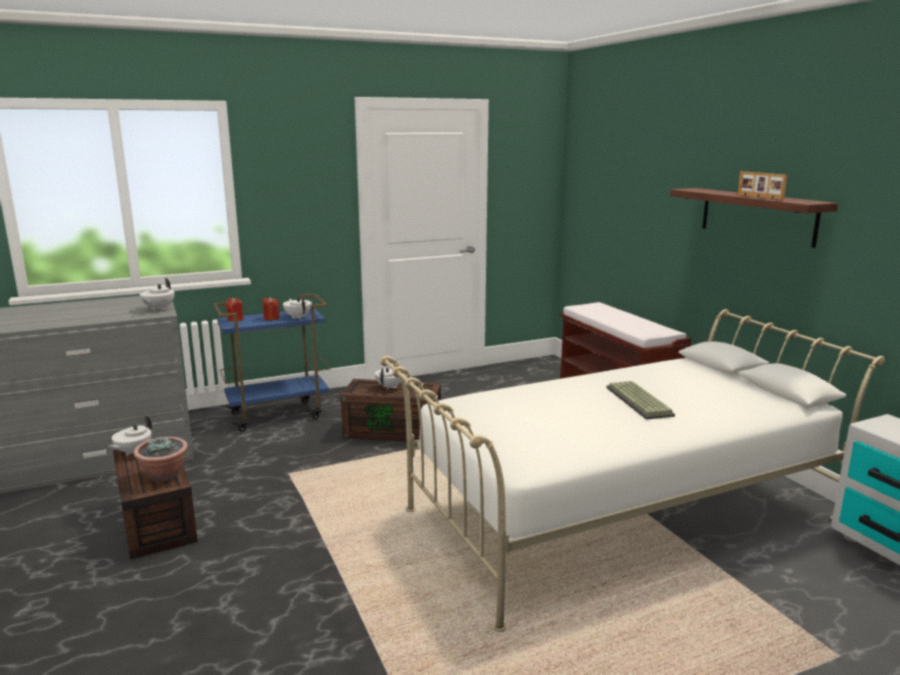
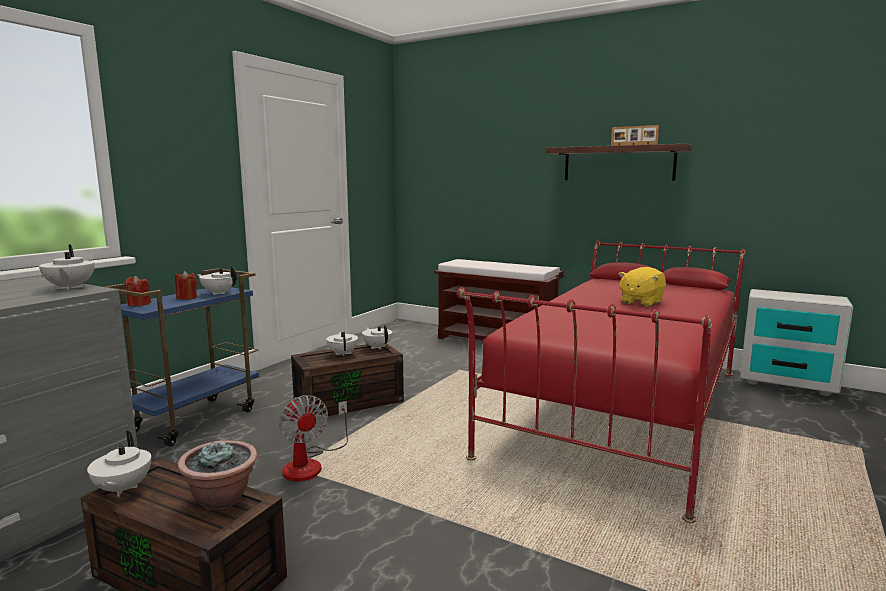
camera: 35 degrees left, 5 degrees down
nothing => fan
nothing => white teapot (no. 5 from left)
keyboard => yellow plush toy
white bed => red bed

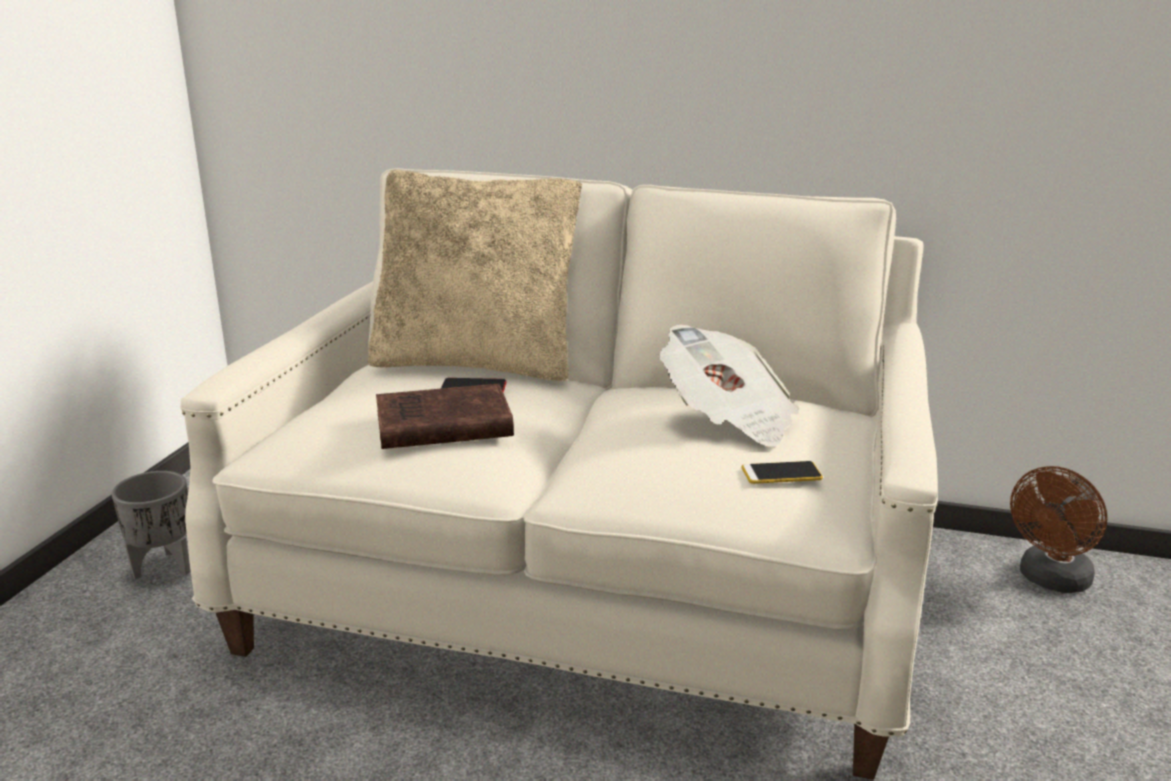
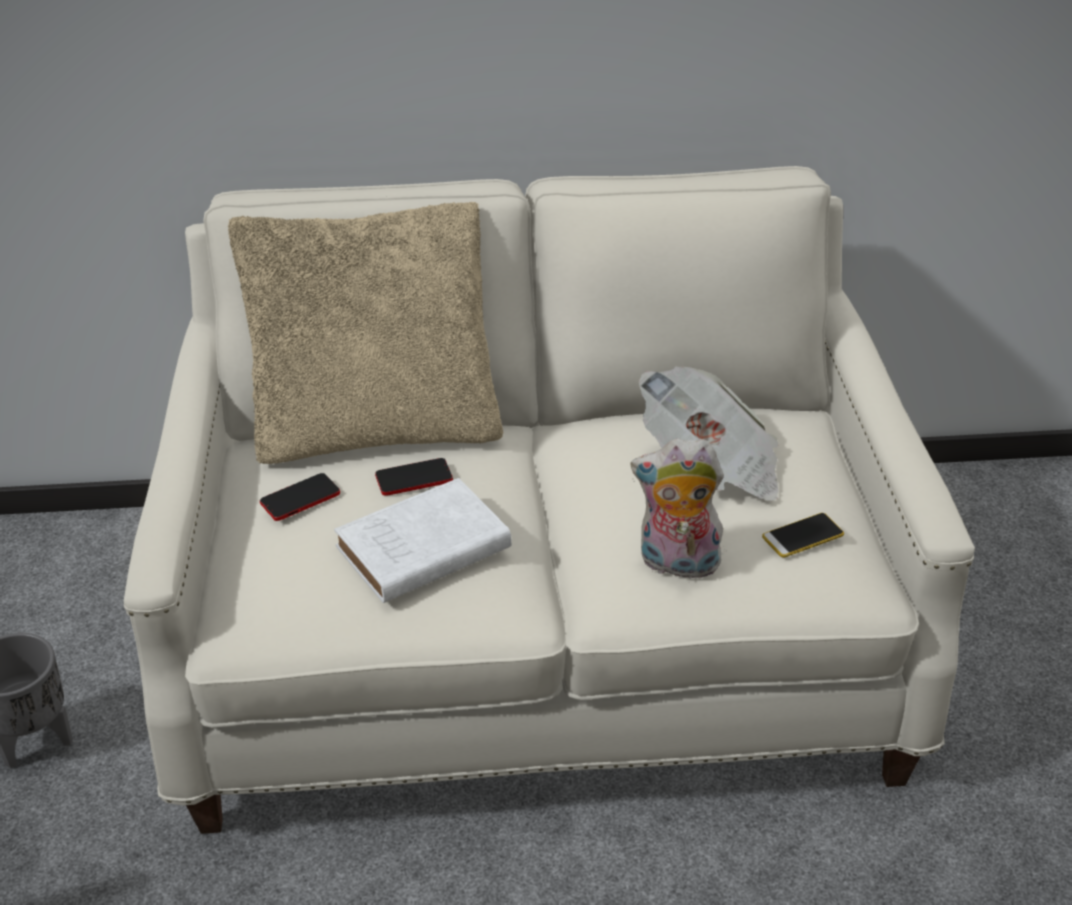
camera: 20 degrees left, 15 degrees up
brown fan => nothing
nothing => phone (no. 1 from left)
nothing => plush toy
brown book => white book

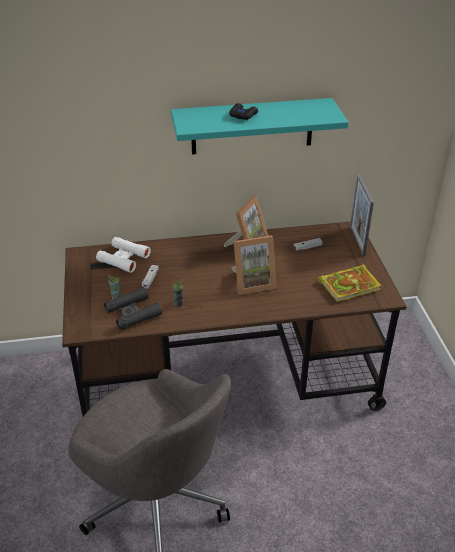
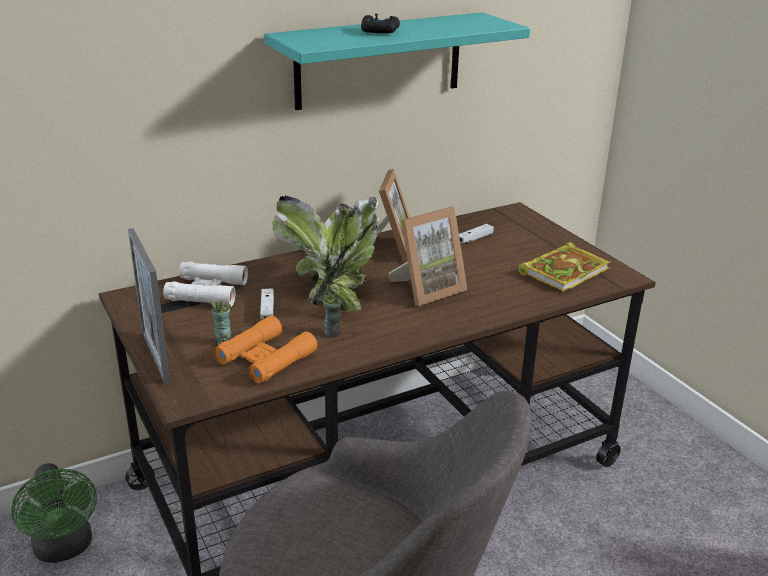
camera: 20 degrees left, 10 degrees down
nothing => green fan
nothing => potted plant
picture frame (no. 3 from left in the first image) => picture frame (no. 1 from left), shifted
black binoculars => orange binoculars

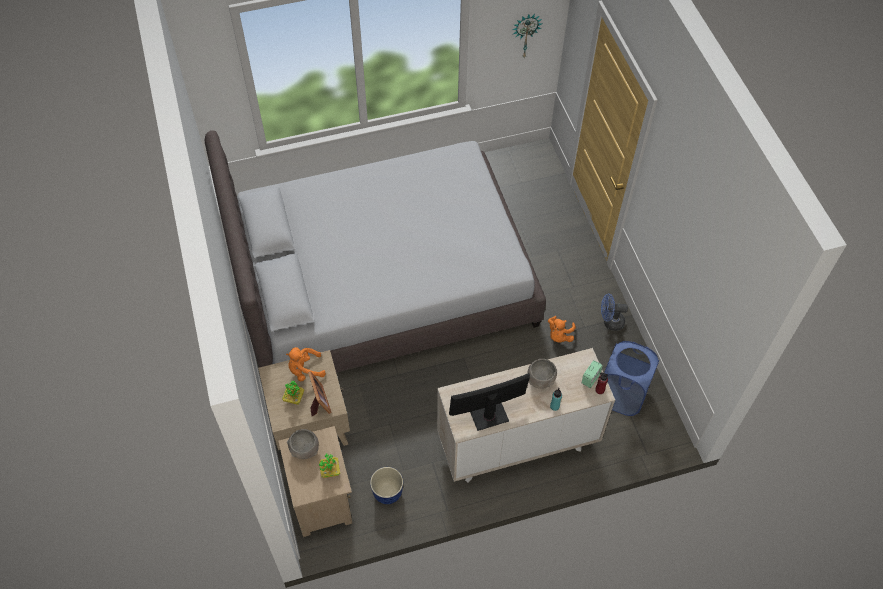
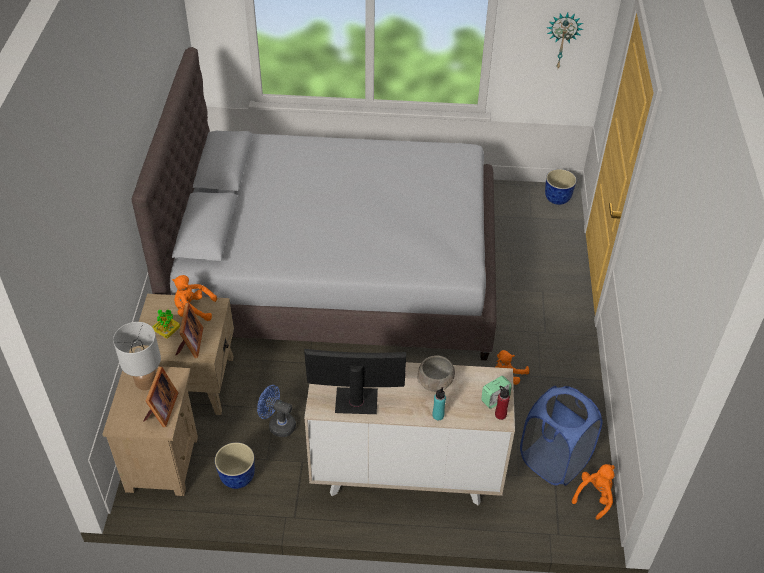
camera: 20 degrees right, 10 degrees down
nothing => planter (no. 2 from left)
nothing => orange plush toy (no. 3 from left)
blue fan, shifted
grey bowl (no. 1 from left) => grey table lamp
potted plant (no. 2 from left) => picture frame (no. 1 from left)

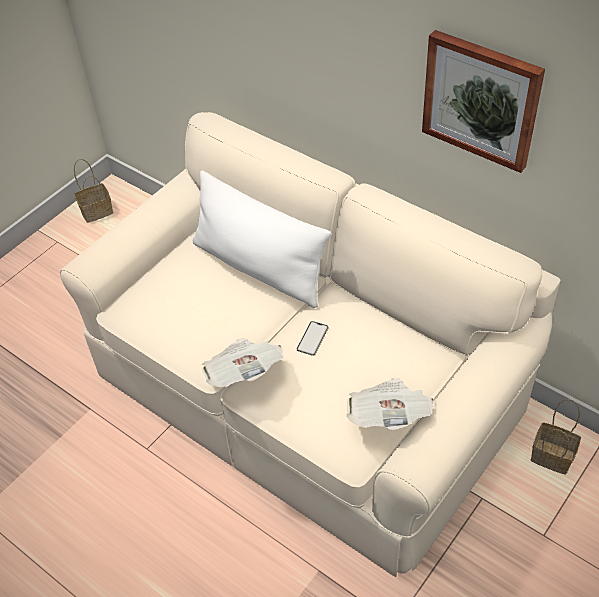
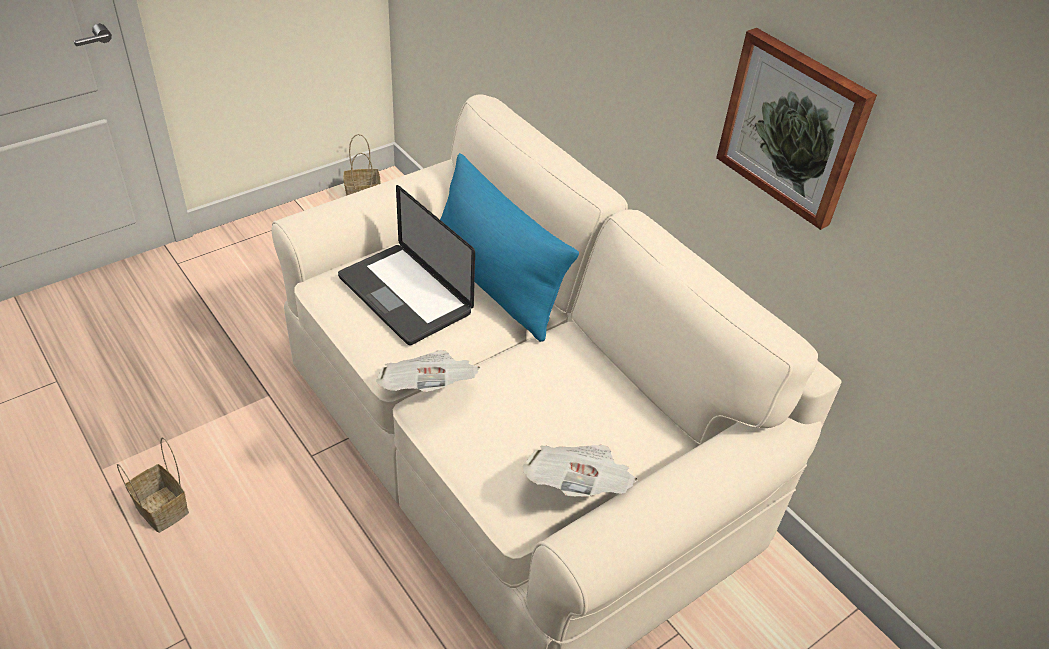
camera: 10 degrees right, 5 degrees down
phone => nothing
nothing => laptop
basket (no. 2 from left in the first image) => basket (no. 1 from left), shifted
white pillow => blue pillow

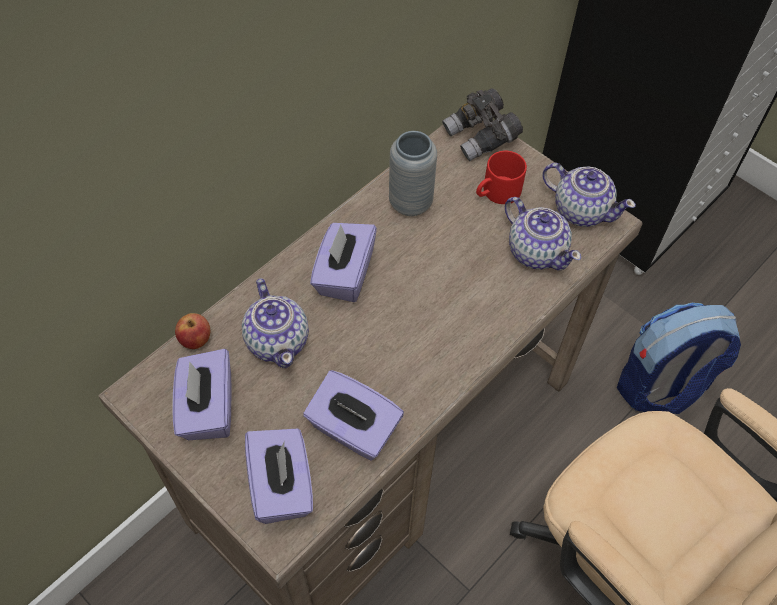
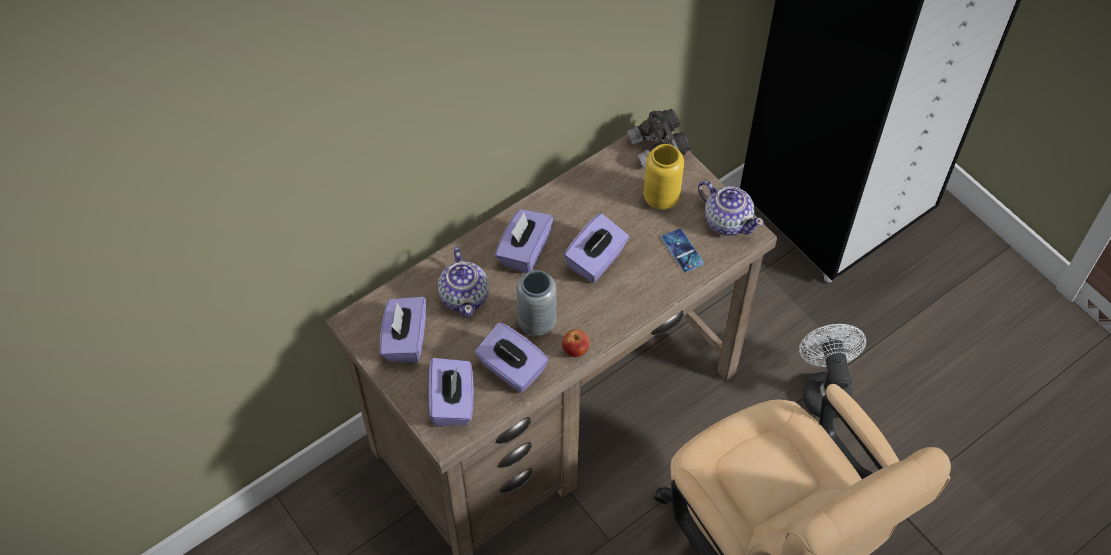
camera: 10 degrees right, 0 degrees up
nothing => purple tissue box (no. 5 from left)
apple, shifted
grey vase, shifted
red mug => yellow vase
teapot (no. 2 from left) => phone
backpack => white fan

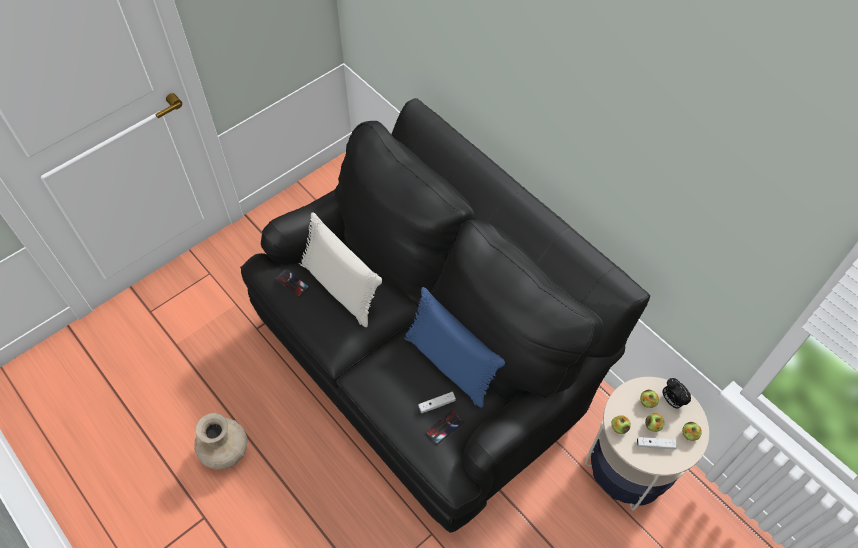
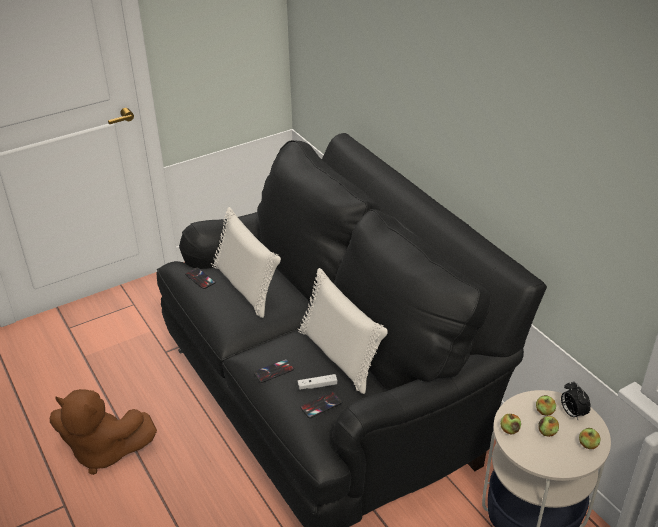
camera: 10 degrees right, 20 degrees down
white game controller (no. 2 from left) => nothing
nothing => phone (no. 2 from left)
beige vase => brown plush toy
blue pillow => white pillow (no. 2 from left)

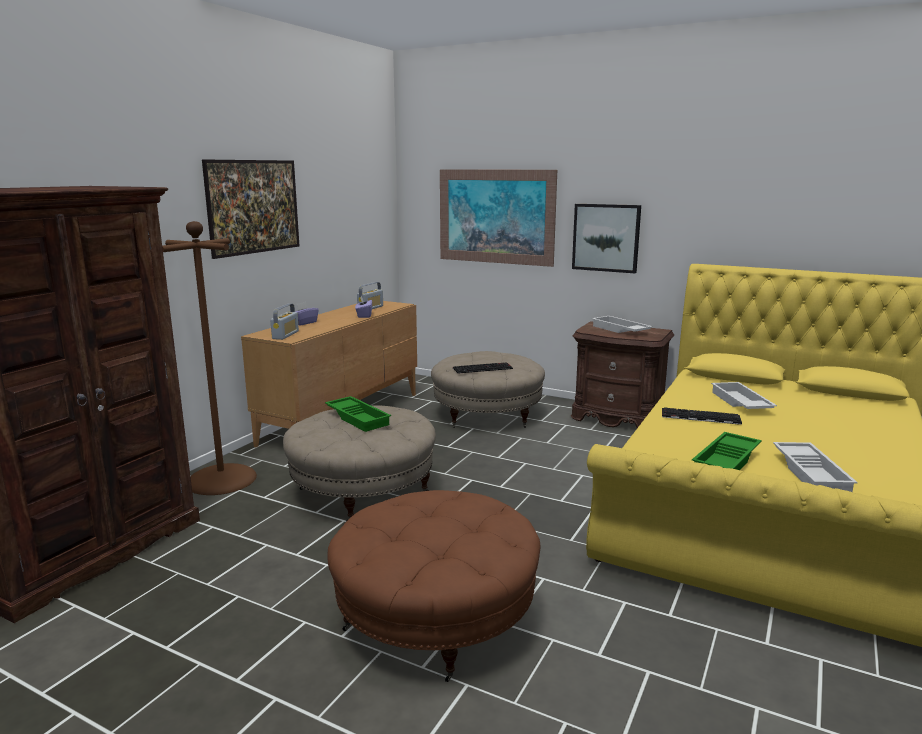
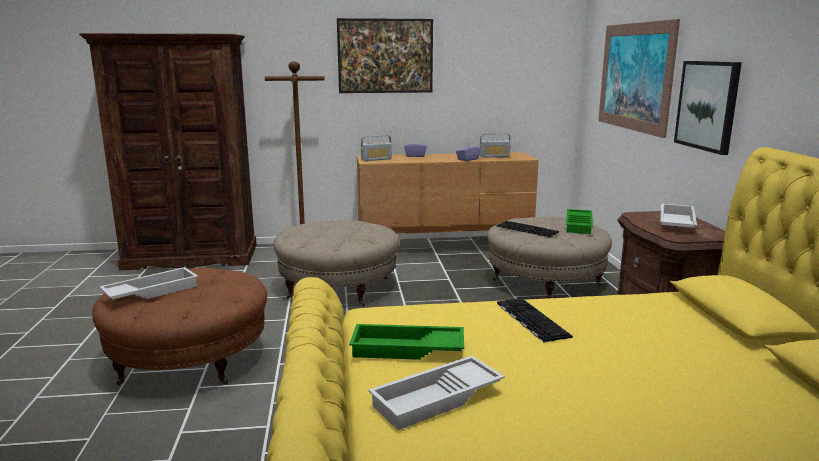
camera: 55 degrees right, 0 degrees up
green tray (no. 1 from left in the first image) => green tray (no. 2 from left), shifted
white tray (no. 2 from left in the first image) => white tray (no. 1 from left), shifted

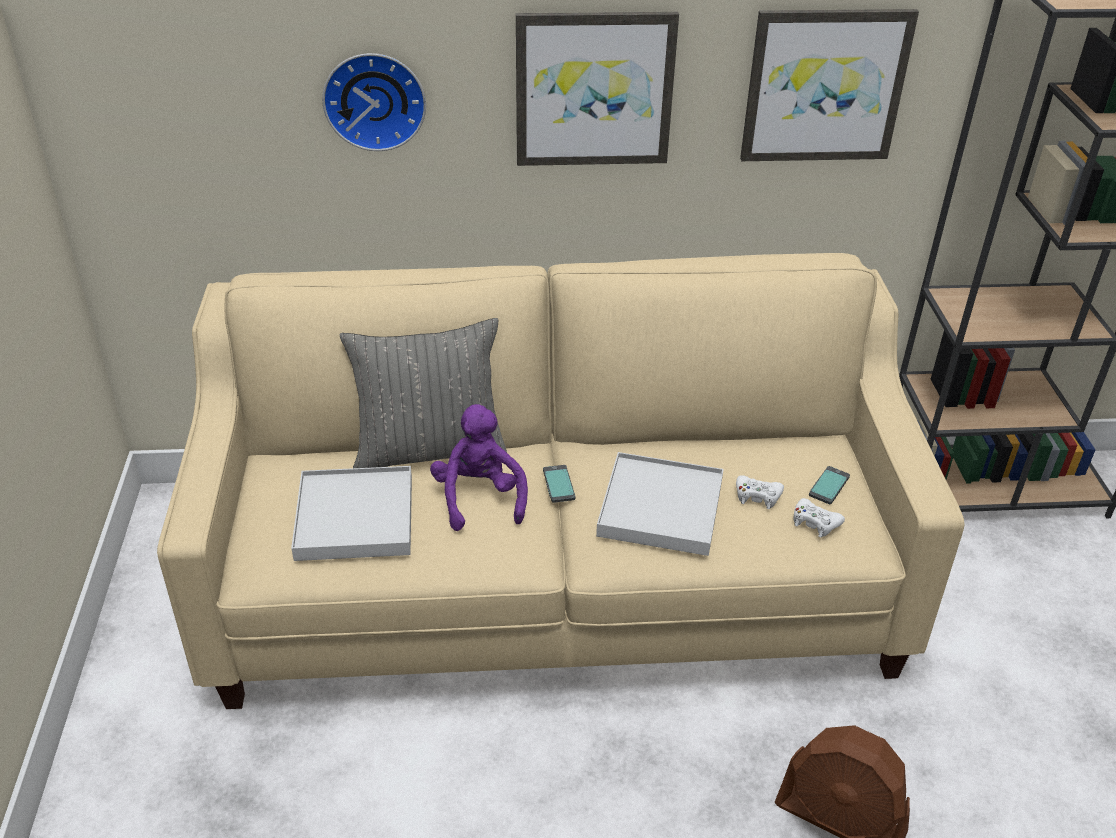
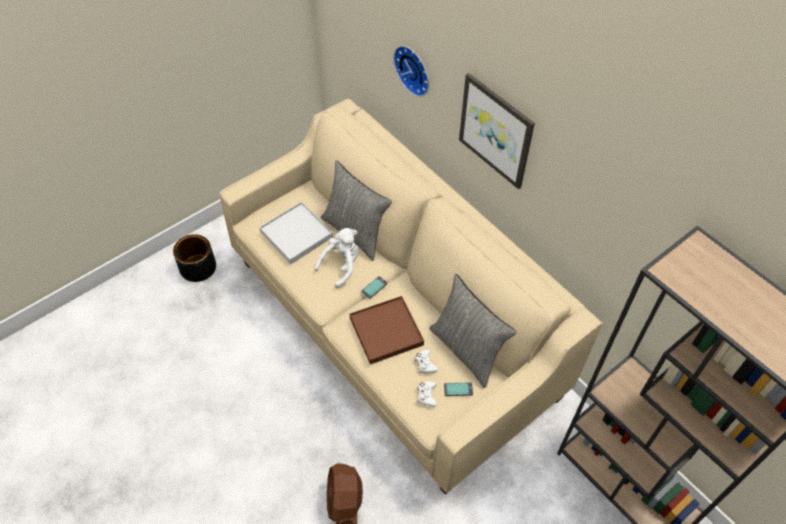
camera: 55 degrees right, 15 degrees up
picture (no. 2 from left) => nothing
nothing => black planter
nothing => grey pillow (no. 2 from left)
purple plush toy => white plush toy
white tray (no. 2 from left) => brown tray

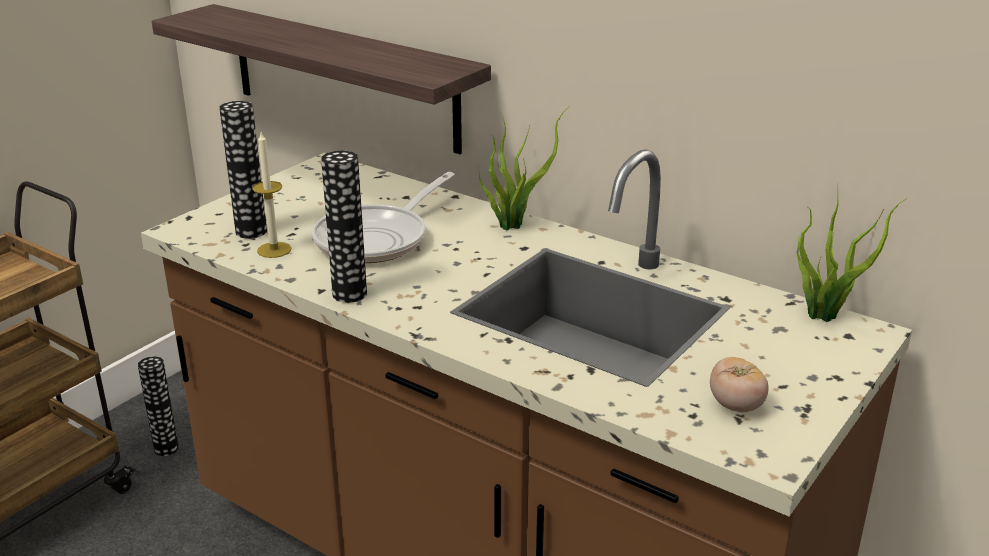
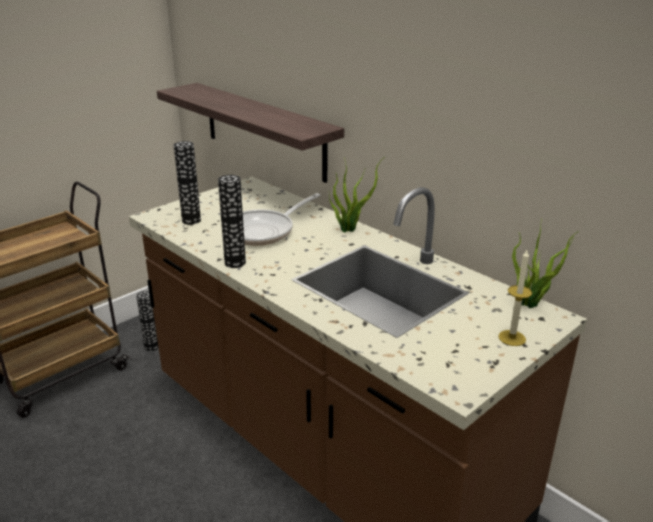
camera: 10 degrees right, 0 degrees up
tomato => nothing
candle, shifted

